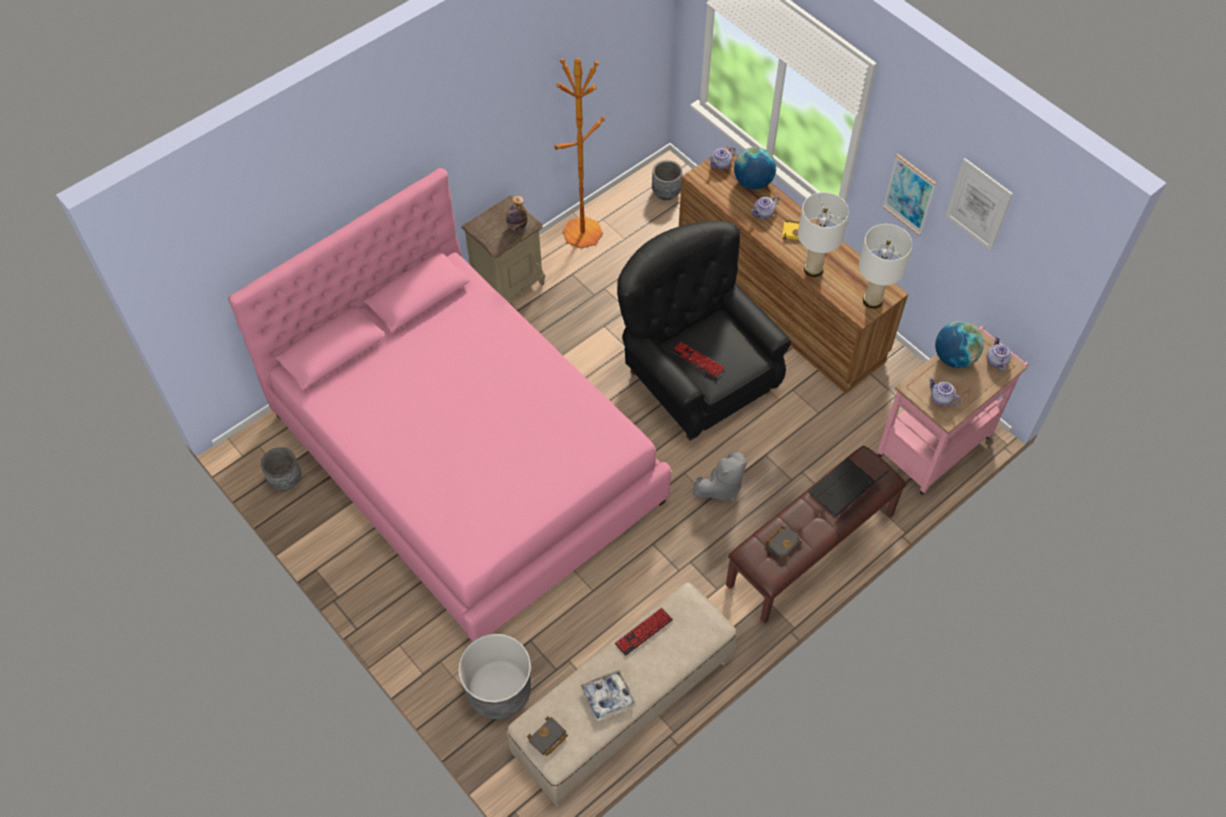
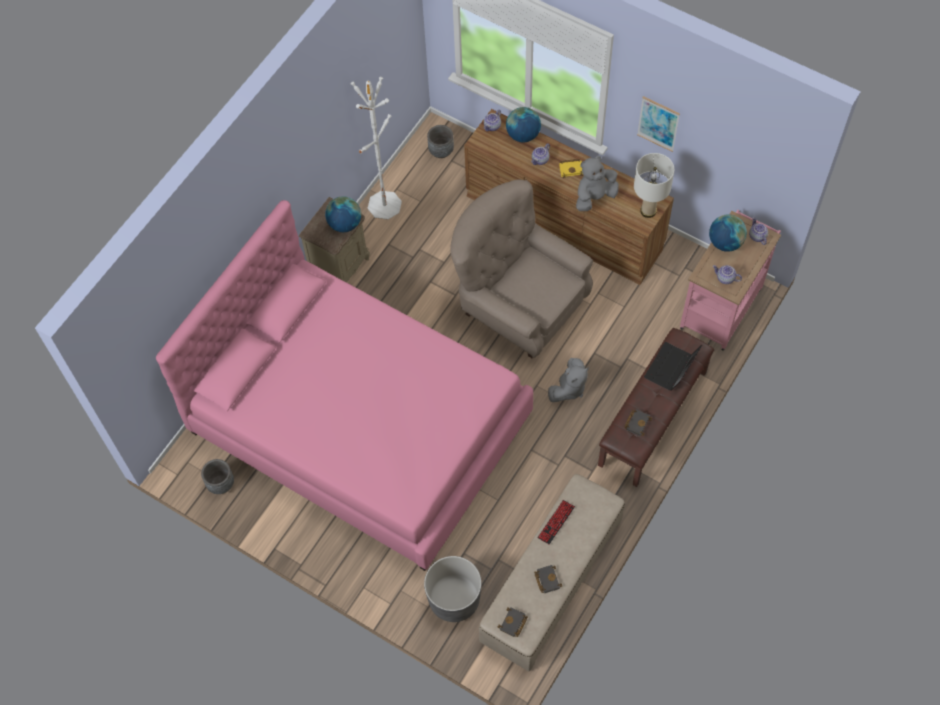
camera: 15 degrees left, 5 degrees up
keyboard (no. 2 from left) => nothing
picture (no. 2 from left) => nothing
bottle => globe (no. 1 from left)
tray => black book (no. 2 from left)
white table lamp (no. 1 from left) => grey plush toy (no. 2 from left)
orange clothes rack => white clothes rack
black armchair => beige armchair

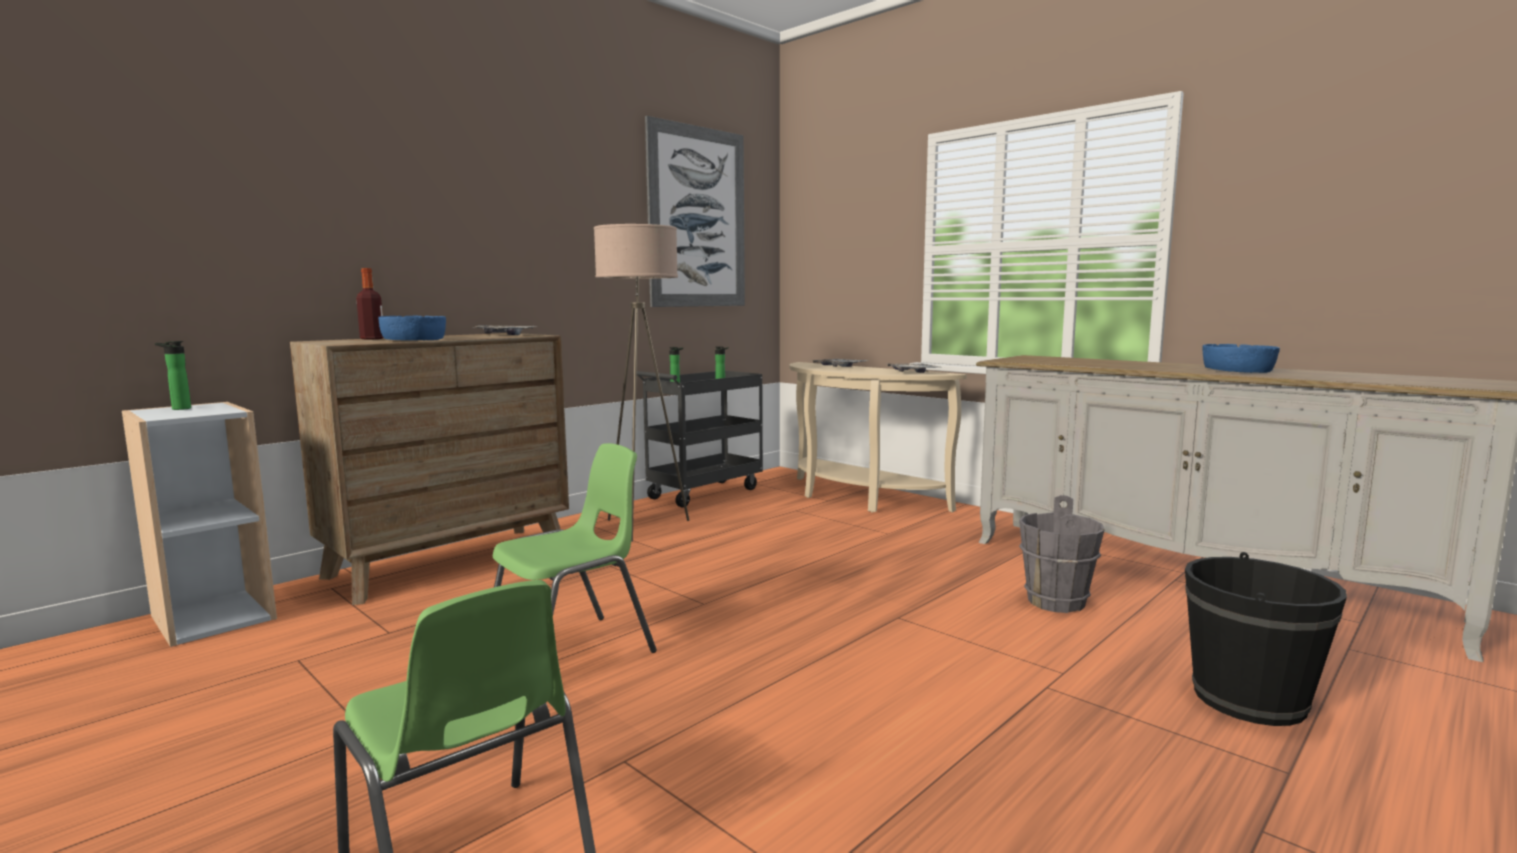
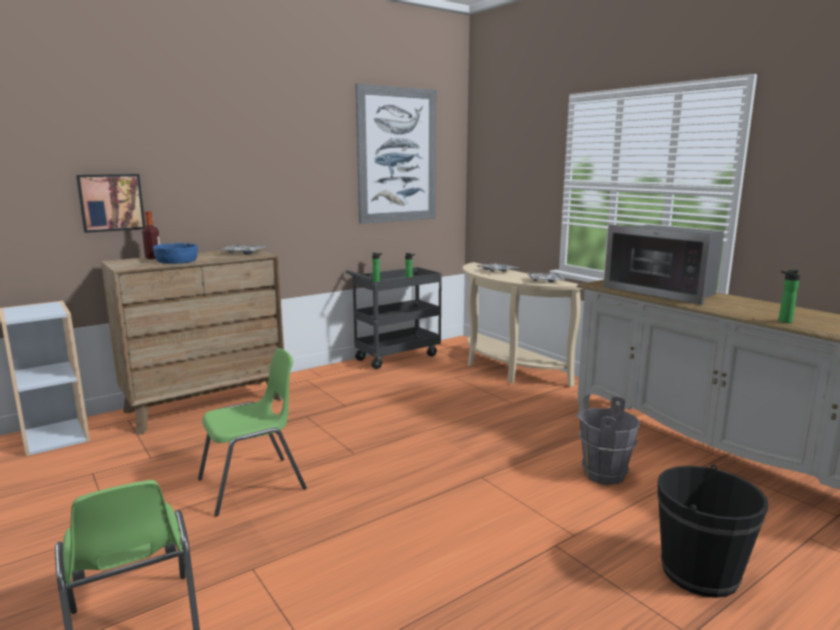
camera: 10 degrees right, 5 degrees up
beige floor lamp => nothing
blue bowl (no. 2 from left) => nothing
nothing => picture (no. 1 from left)
nothing => microwave
bottle (no. 1 from left in the first image) => bottle (no. 4 from left), shifted

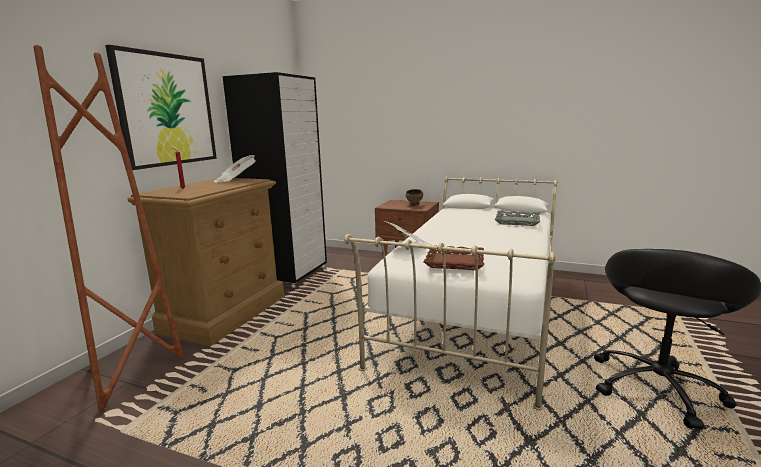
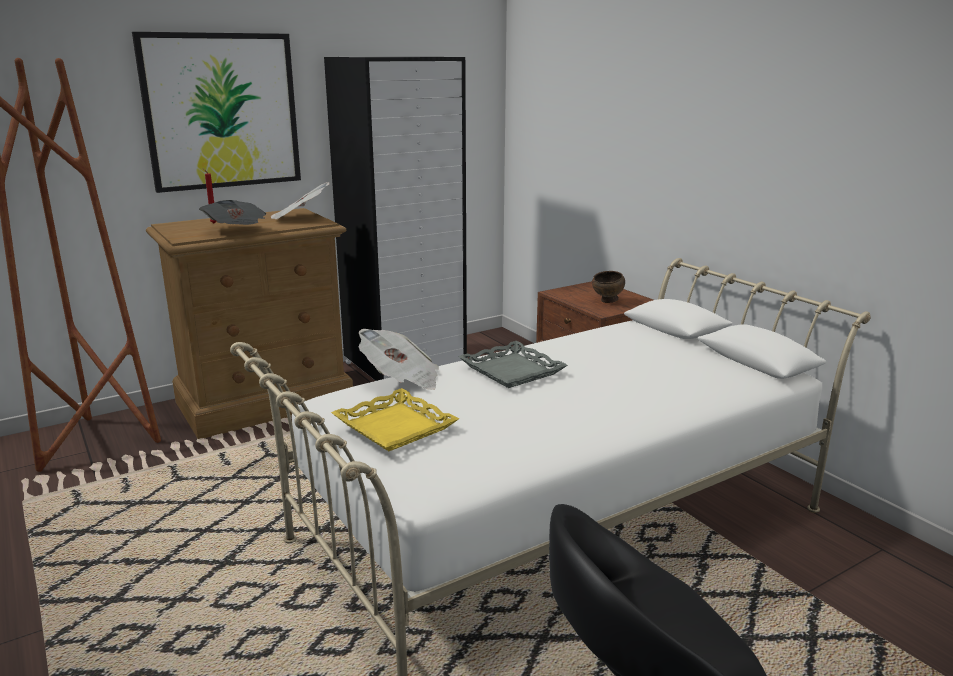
camera: 35 degrees right, 5 degrees up
nothing => newspaper (no. 1 from left)
grey tray, shifted
brown tray => yellow tray

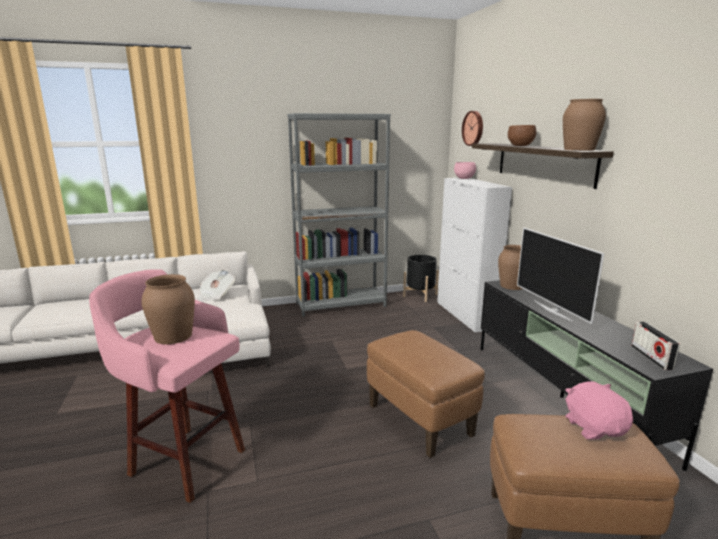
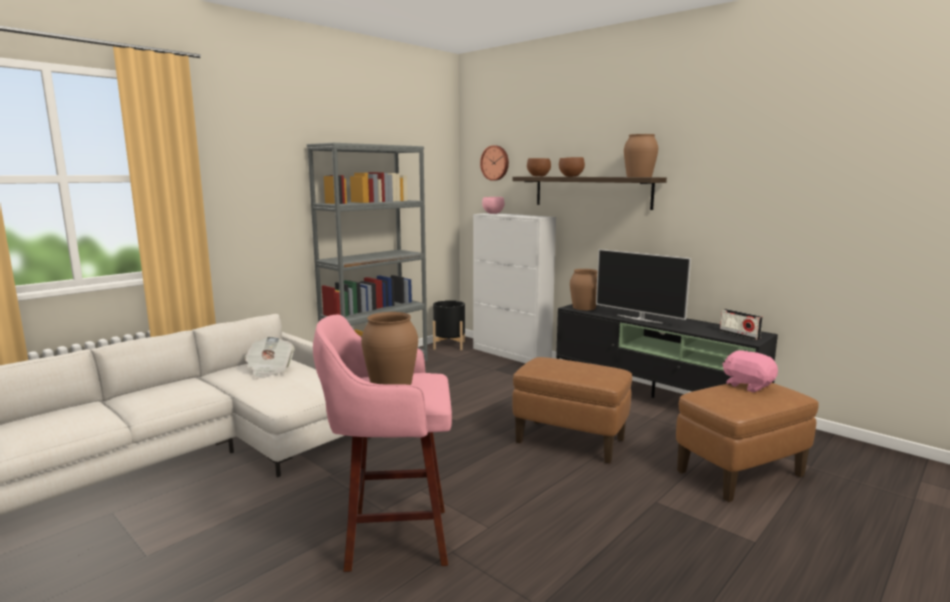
camera: 30 degrees left, 5 degrees down
nothing => brown bowl (no. 1 from left)

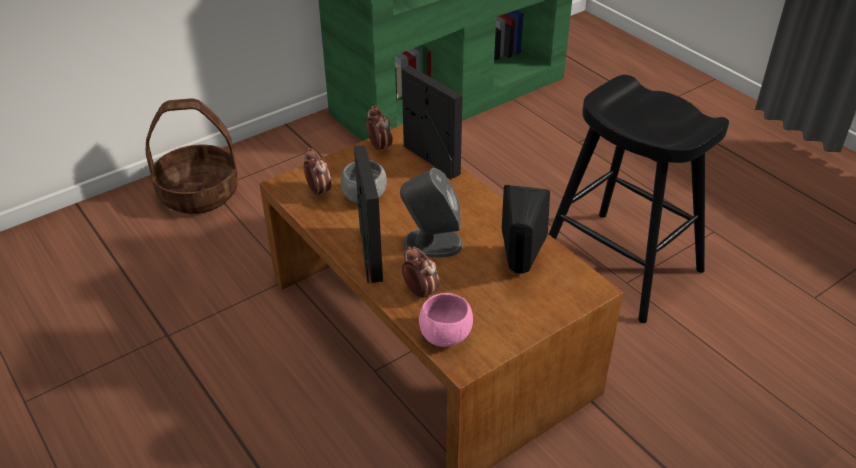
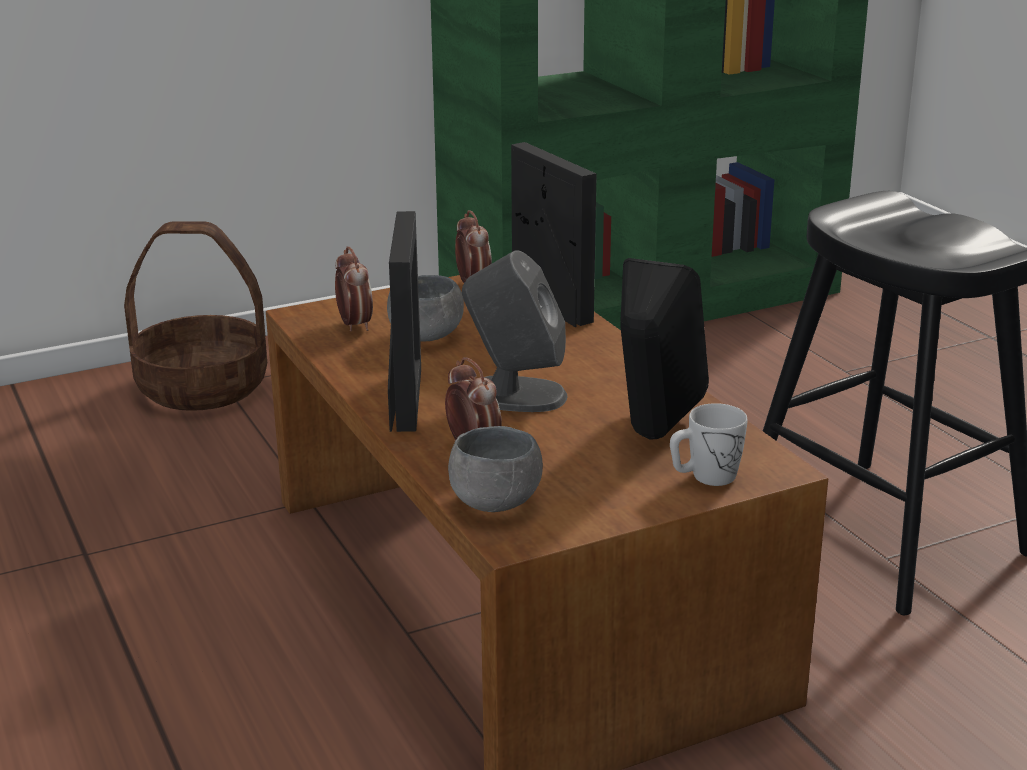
camera: 10 degrees right, 15 degrees down
nothing => white mug
pink bowl => grey bowl (no. 2 from left)

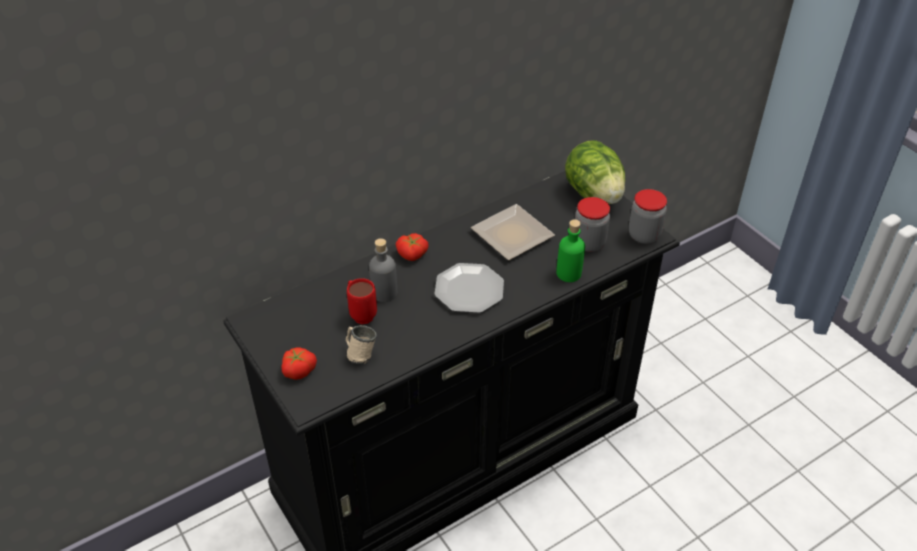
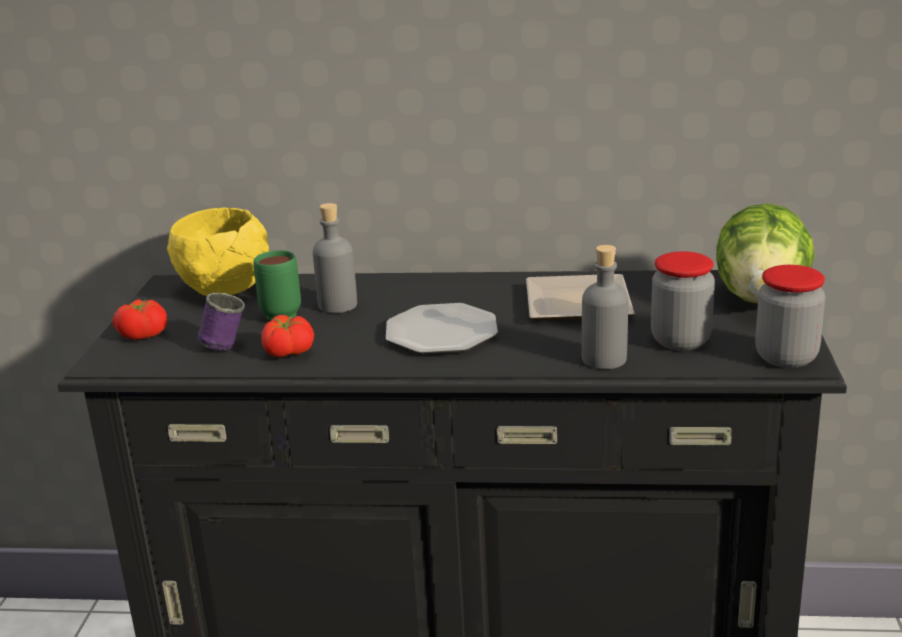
camera: 40 degrees right, 20 degrees down
nothing => yellow bowl
tomato (no. 2 from left), shifted
beige mug => purple mug
red mug => green mug
green bottle => grey bottle (no. 2 from left)

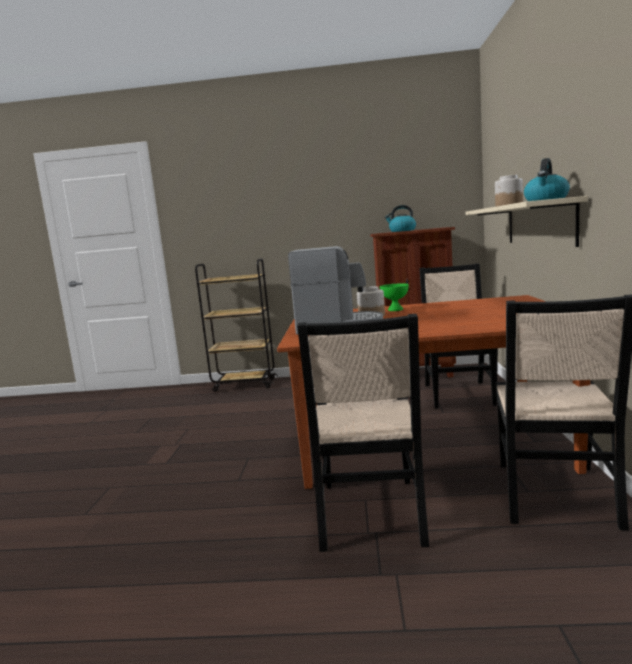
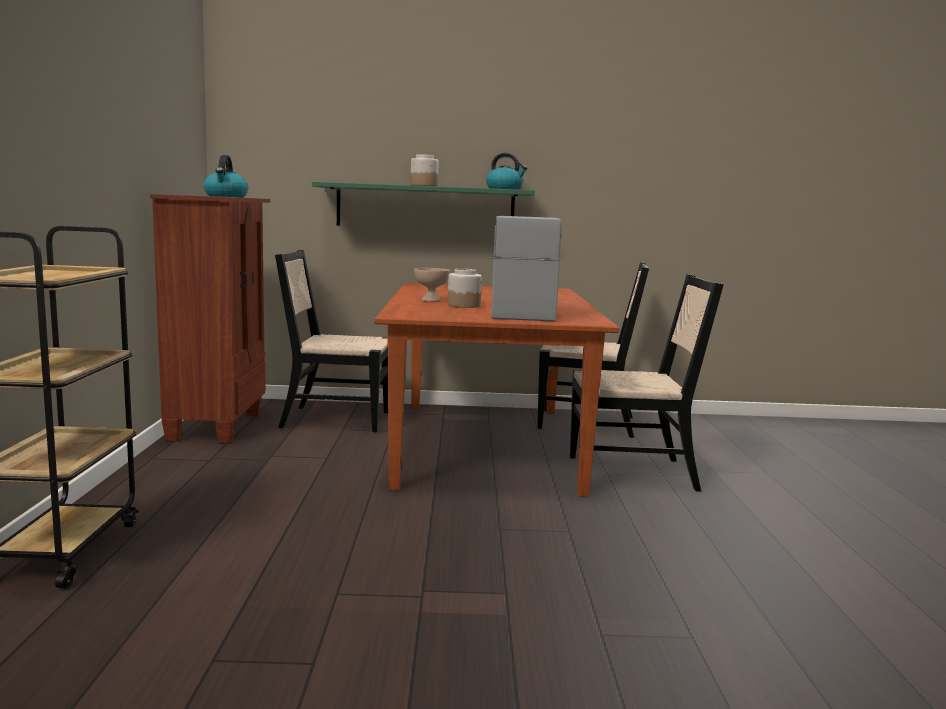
camera: 95 degrees left, 0 degrees up
green bowl => beige bowl
beige shelf => green shelf

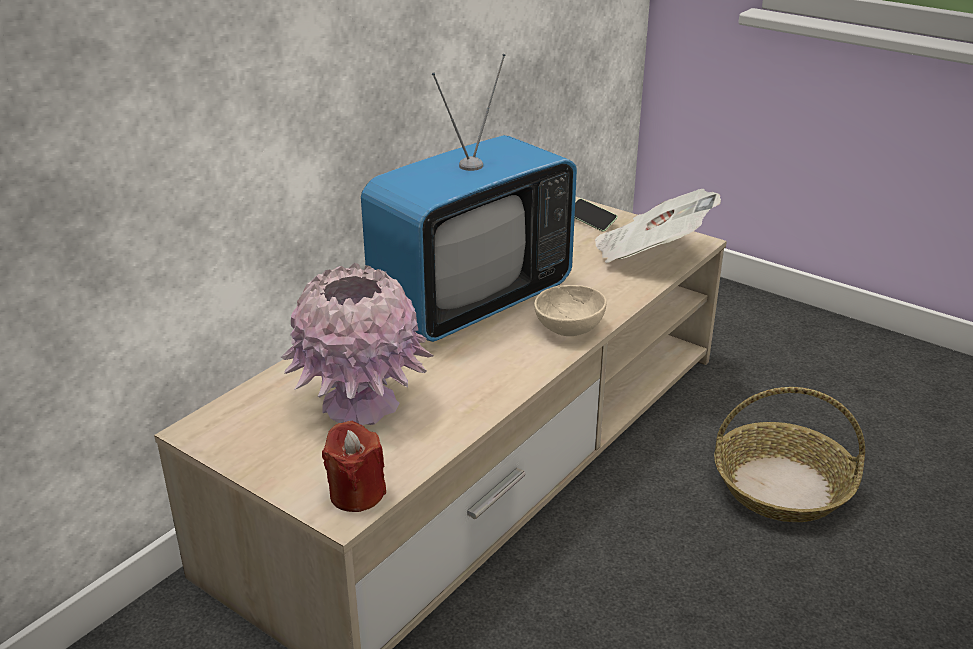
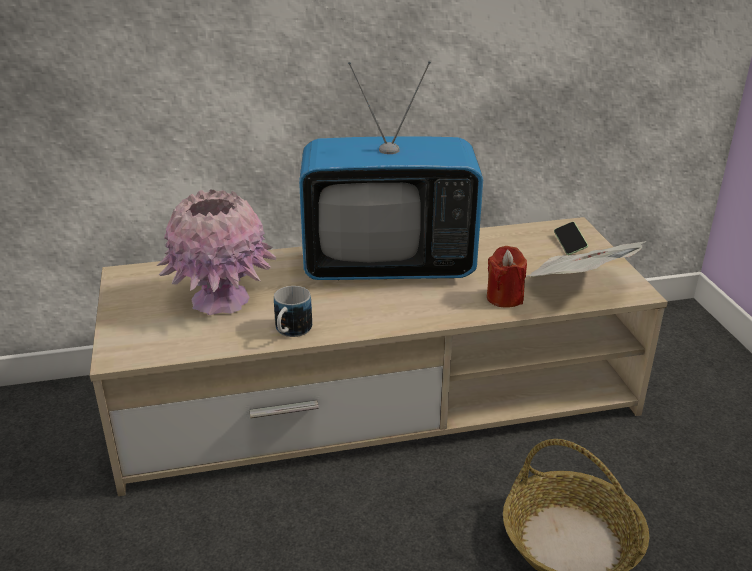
camera: 40 degrees right, 0 degrees up
beige bowl => nothing
nothing => mug
red candle, shifted

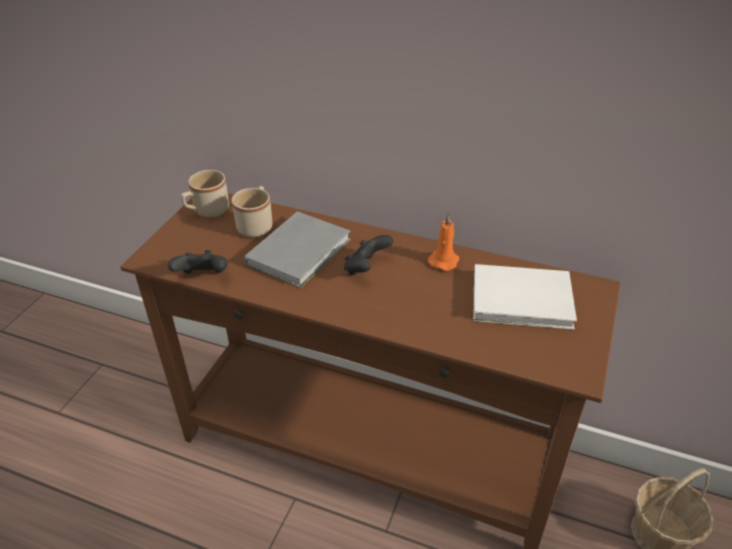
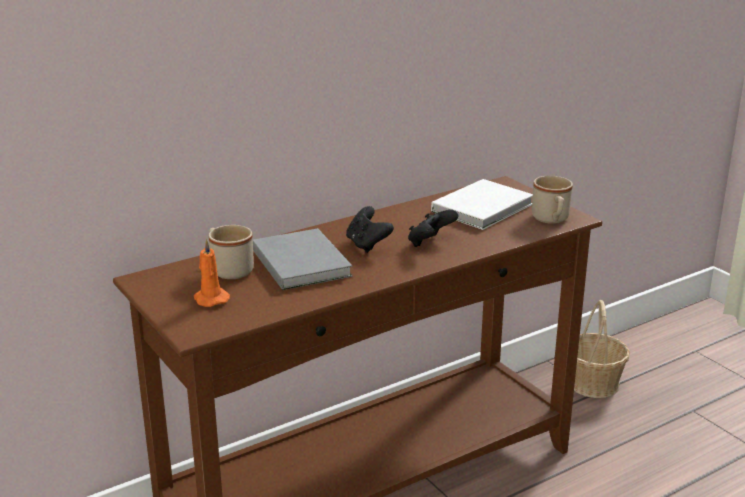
camera: 55 degrees left, 15 degrees down
black game controller (no. 1 from left in the first image) => black game controller (no. 2 from left), shifted
beige mug (no. 1 from left in the first image) => beige mug (no. 2 from left), shifted
orange candle, shifted

